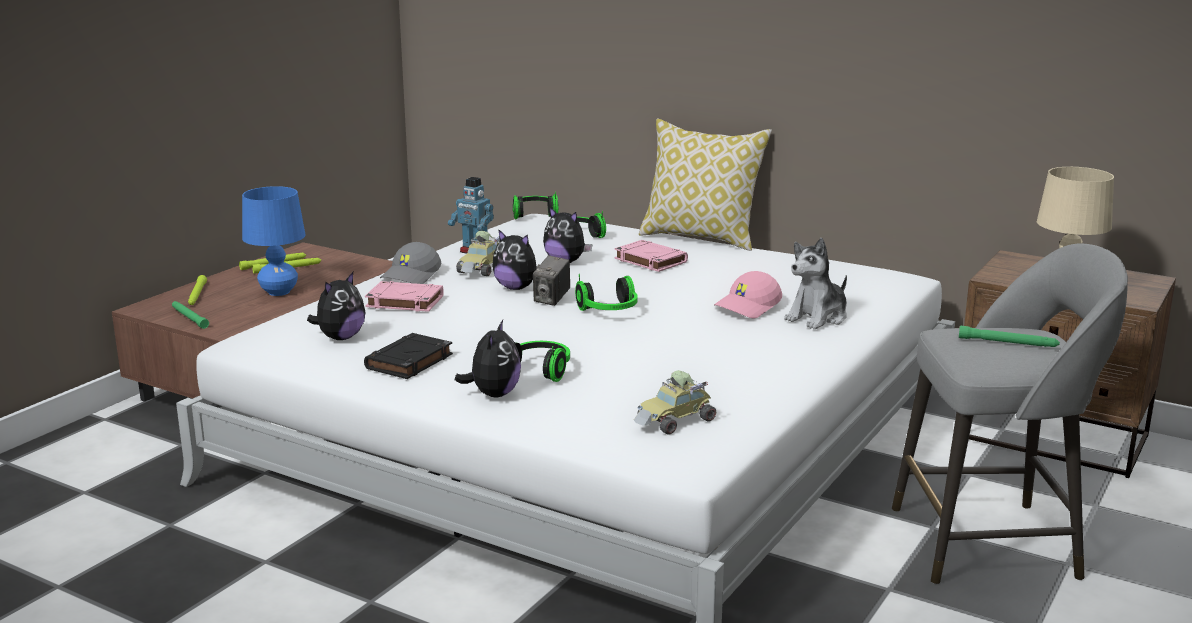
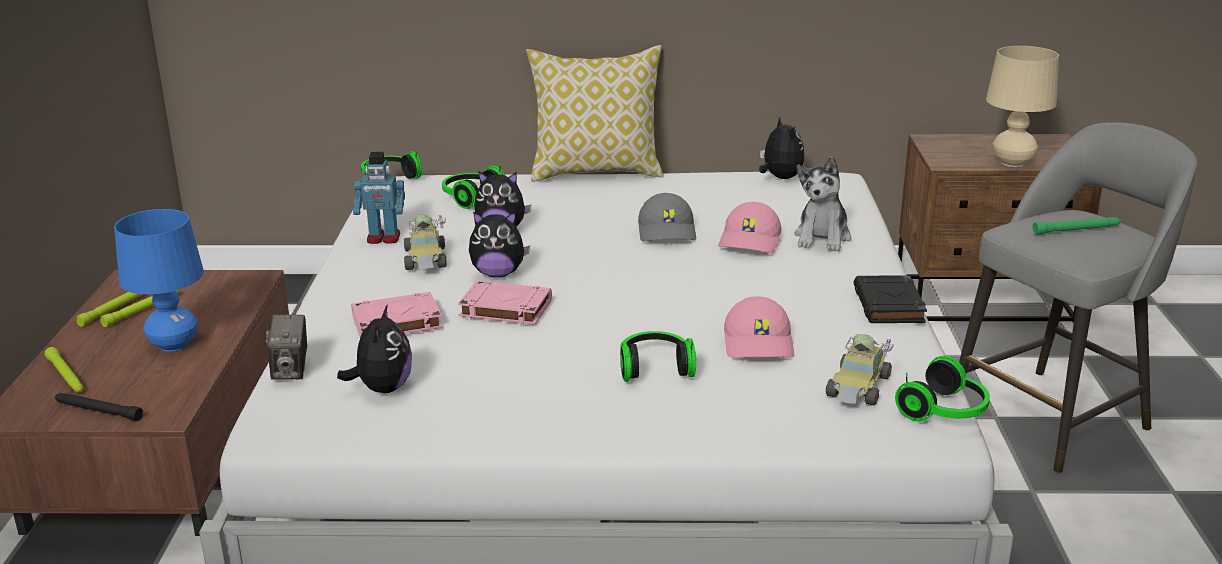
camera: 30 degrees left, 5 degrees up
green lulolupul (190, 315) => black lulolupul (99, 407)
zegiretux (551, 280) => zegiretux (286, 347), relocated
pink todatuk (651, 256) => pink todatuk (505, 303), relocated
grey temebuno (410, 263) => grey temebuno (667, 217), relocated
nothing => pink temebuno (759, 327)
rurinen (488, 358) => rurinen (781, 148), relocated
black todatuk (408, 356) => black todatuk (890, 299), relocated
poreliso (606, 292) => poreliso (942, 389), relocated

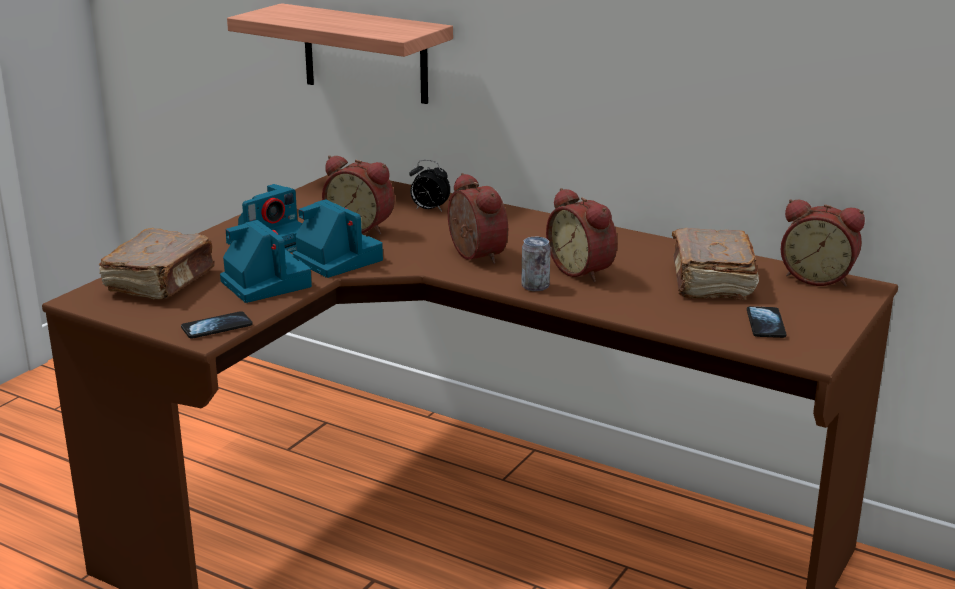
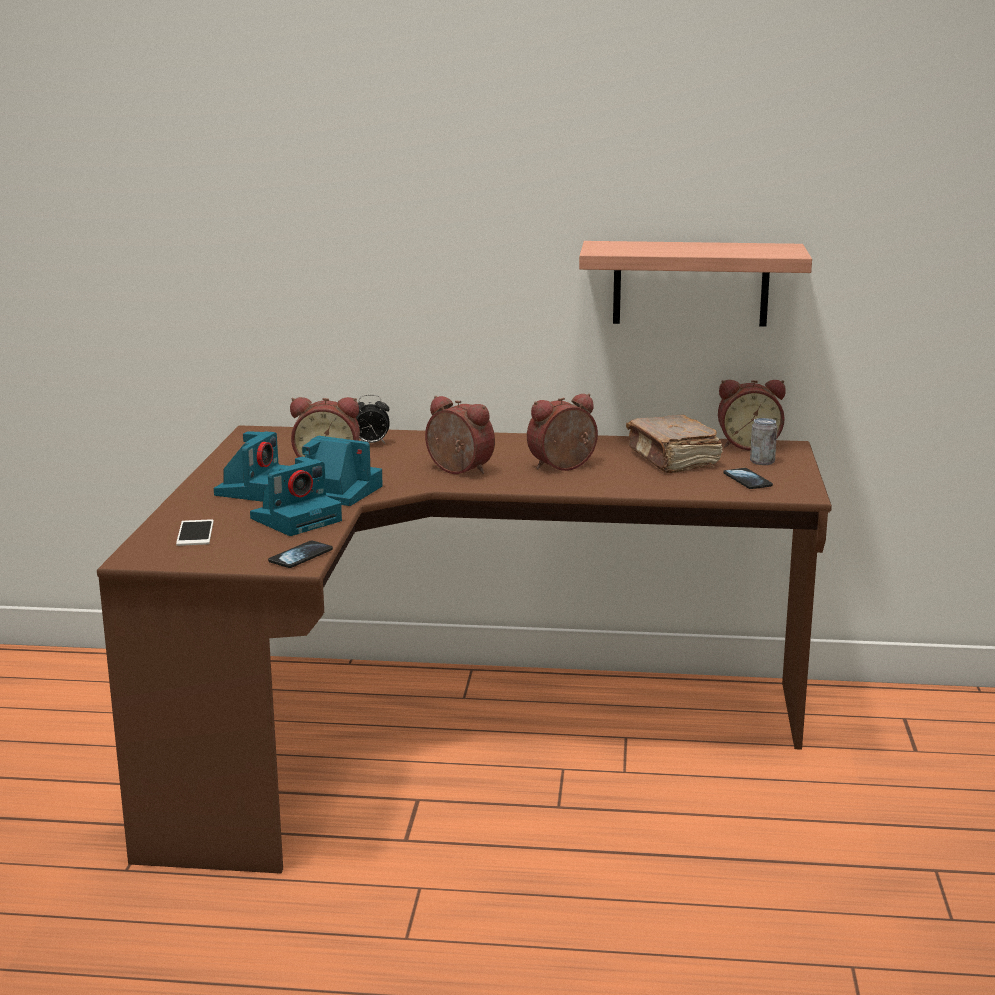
camera: 25 degrees left, 5 degrees down
brown todatuk (157, 264) => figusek (195, 532)
zegiretux (266, 261) => zegiretux (296, 496), 105 degrees clockwise
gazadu (581, 235) => gazadu (562, 432), 120 degrees clockwise
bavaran (340, 53) => bavaran (695, 284), relocated
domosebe (536, 264) => domosebe (763, 441), relocated

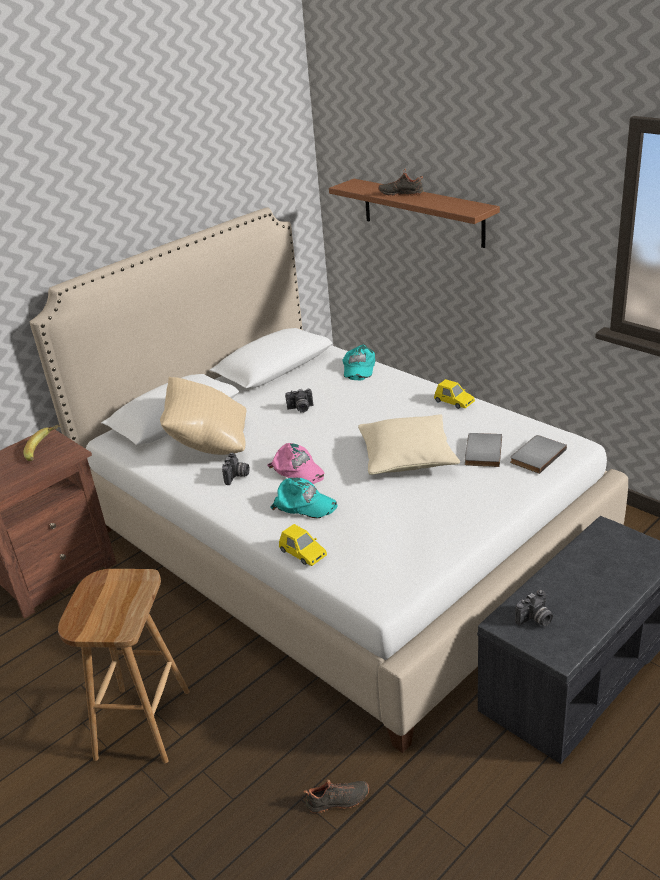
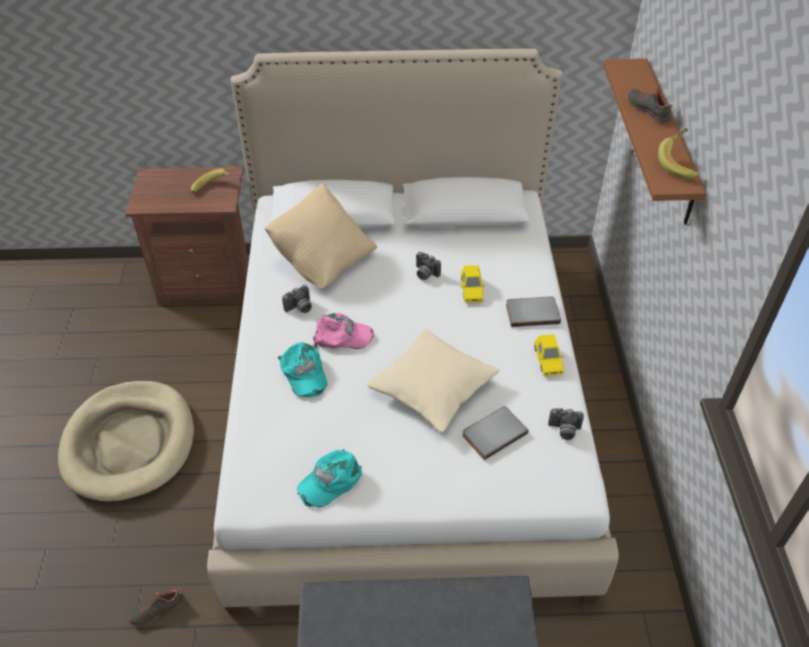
camera: 40 degrees right, 15 degrees up
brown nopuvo (124, 666) => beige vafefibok (126, 442)
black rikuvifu (336, 796) => black rikuvifu (156, 607), 120 degrees clockwise
turquoise temebuno (359, 362) => turquoise temebuno (329, 478), relocated
pink temebuno (295, 463) => pink temebuno (343, 331), 90 degrees counterclockwise
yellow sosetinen (303, 545) => yellow sosetinen (473, 284), relocated
grey todatuk (538, 454) => grey todatuk (533, 312), relocated
zegiretux (534, 608) => zegiretux (566, 424), relocated
nothing => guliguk (678, 153)

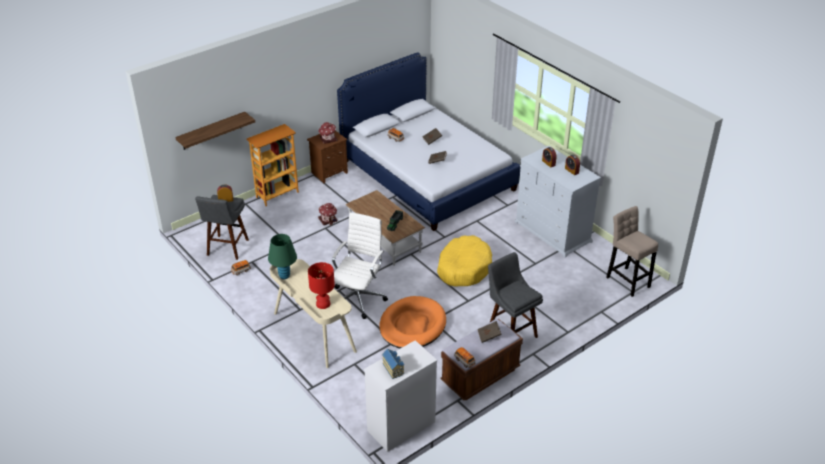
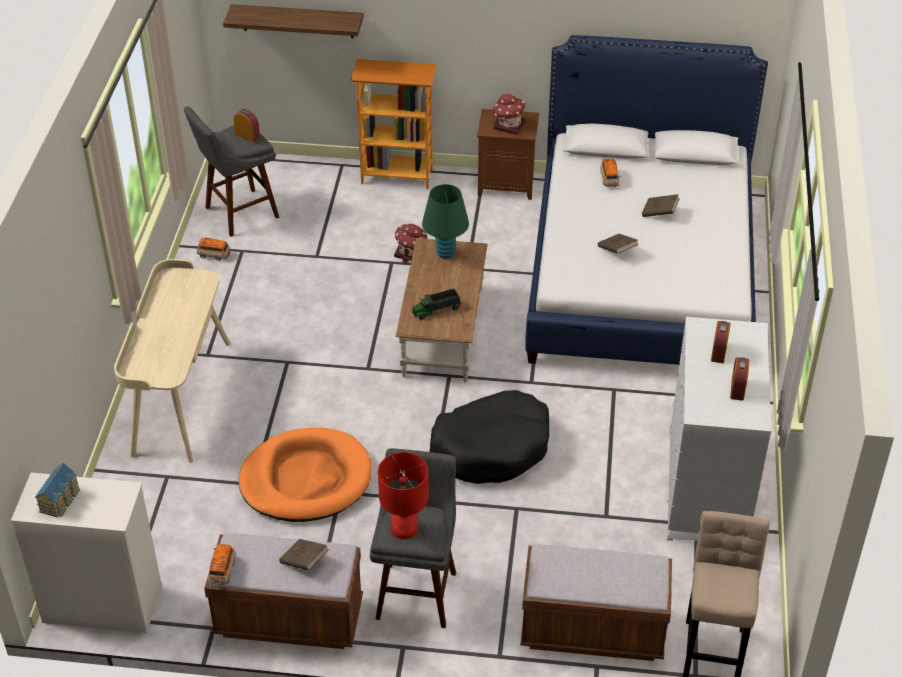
camera: 45 degrees right, 5 degrees up
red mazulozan (321, 285) => red mazulozan (403, 495), relocated
green mazulozan (282, 256) => green mazulozan (445, 221), relocated
yellow vafefibok (464, 261) => black vafefibok (489, 437)
nothing => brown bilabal (596, 602)
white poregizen (360, 265) => nothing

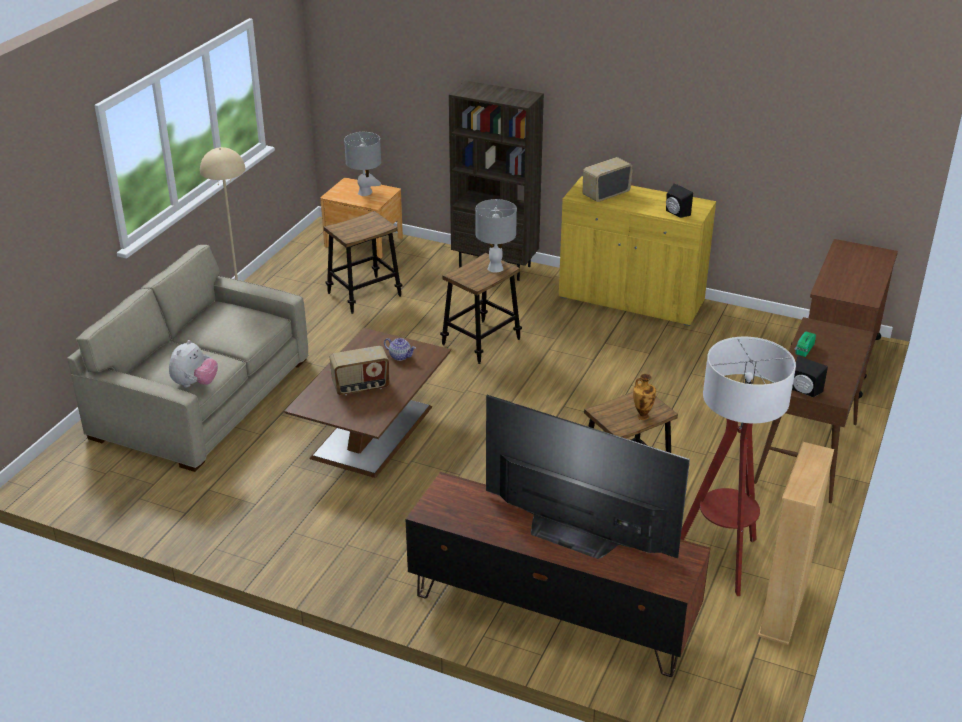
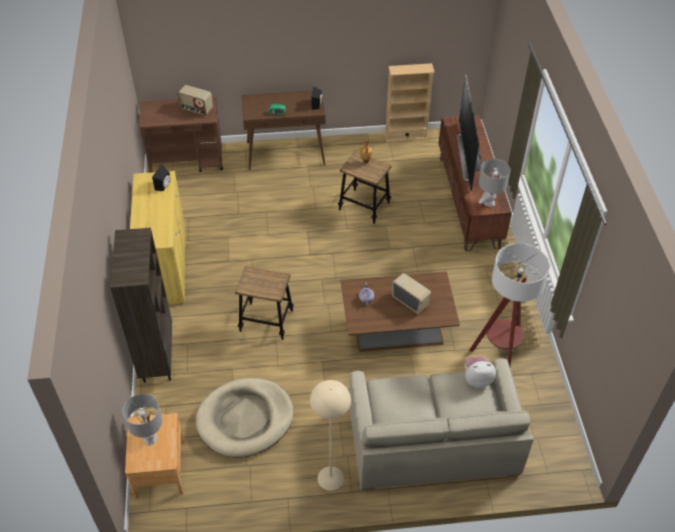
camera: 120 degrees left, 15 degrees up
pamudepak (608, 179) => pamudepak (195, 100), relocated
nopuvo (363, 262) => beige vafefibok (245, 418)
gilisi (738, 466) => gilisi (509, 304), relocated
grey mazulozan (496, 236) => grey mazulozan (494, 183), relocated

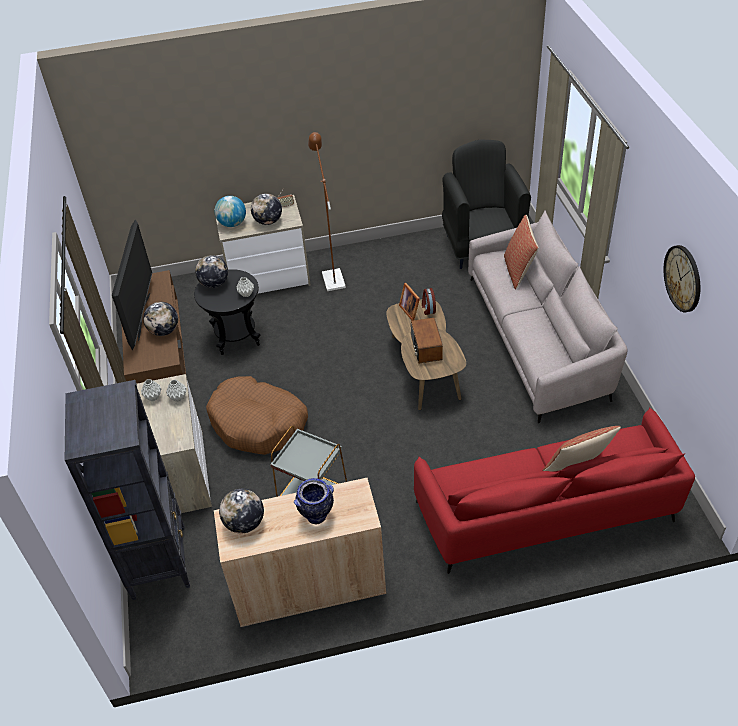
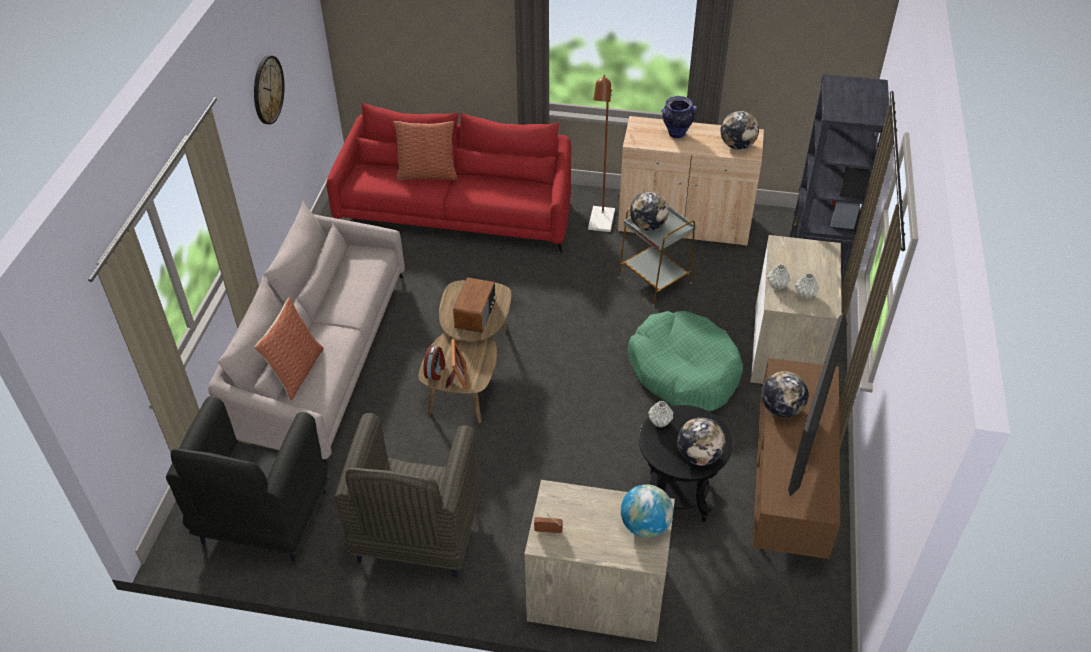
camera: 160 degrees left, 0 degrees up
nothing => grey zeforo (408, 495)
brown gilisi (327, 211) => brown gilisi (601, 153), relocated
brown vafefibok (257, 415) => green vafefibok (685, 361)
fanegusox (266, 209) => fanegusox (649, 211), relocated

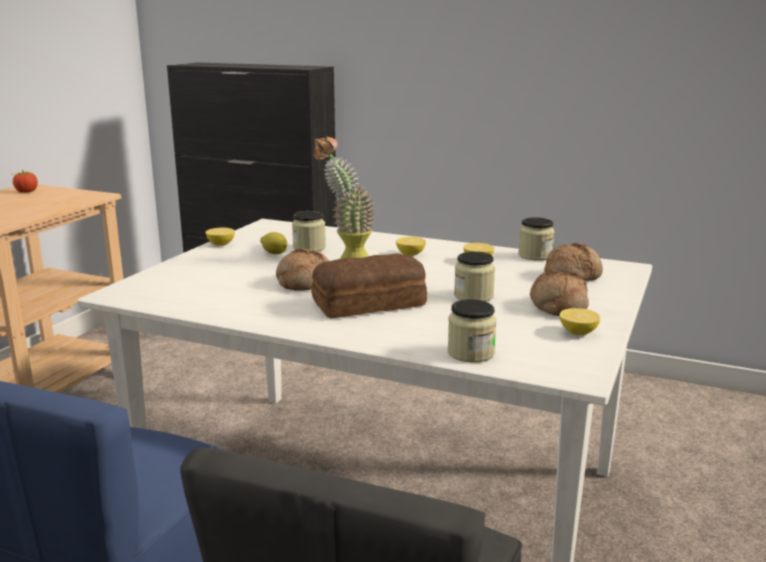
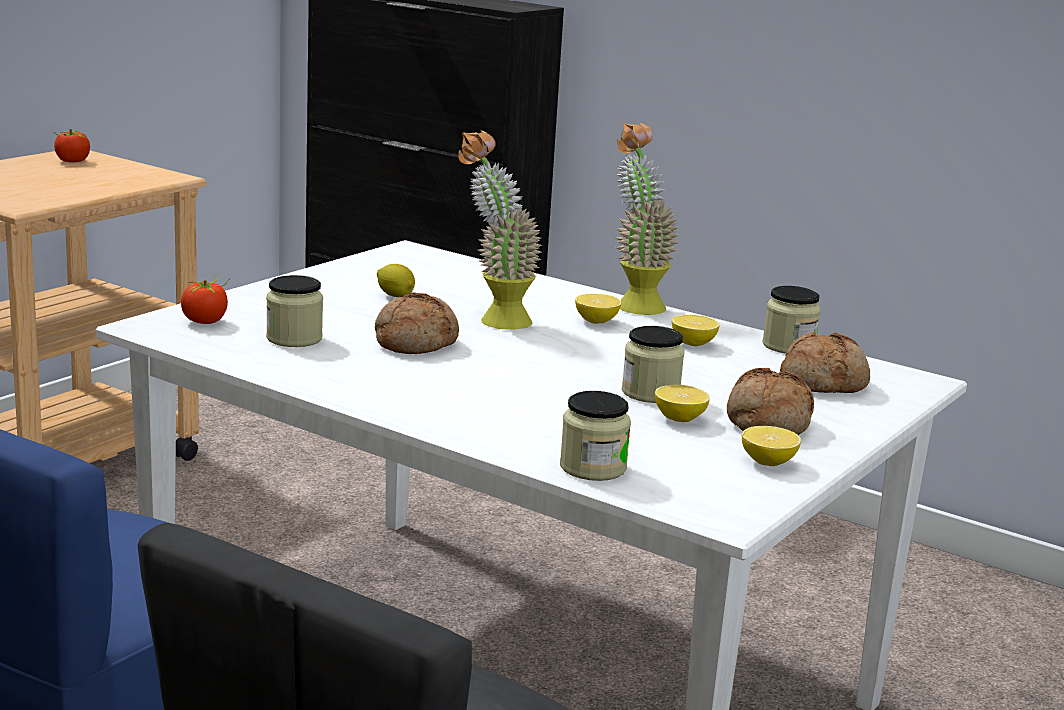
camera: 10 degrees right, 0 degrees up
nothing => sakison (205, 299)
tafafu (309, 231) => tafafu (294, 311), relocated
nothing => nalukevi (647, 219)
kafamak (220, 237) => kafamak (682, 403), relocated
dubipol (369, 285) => nothing

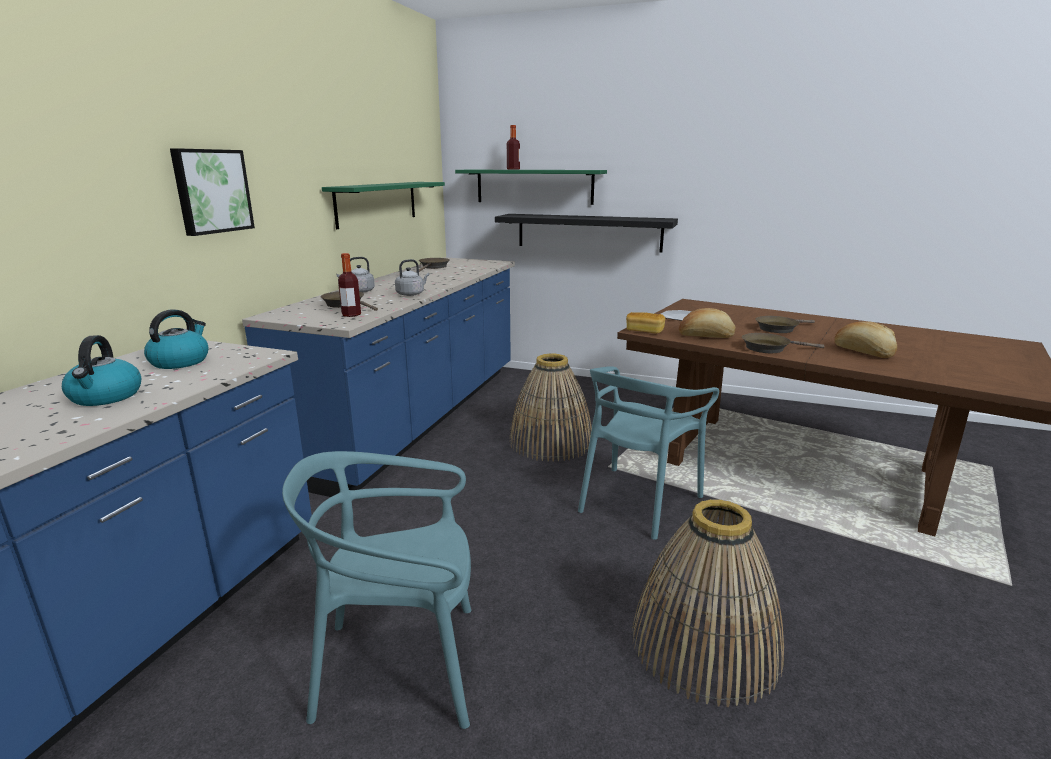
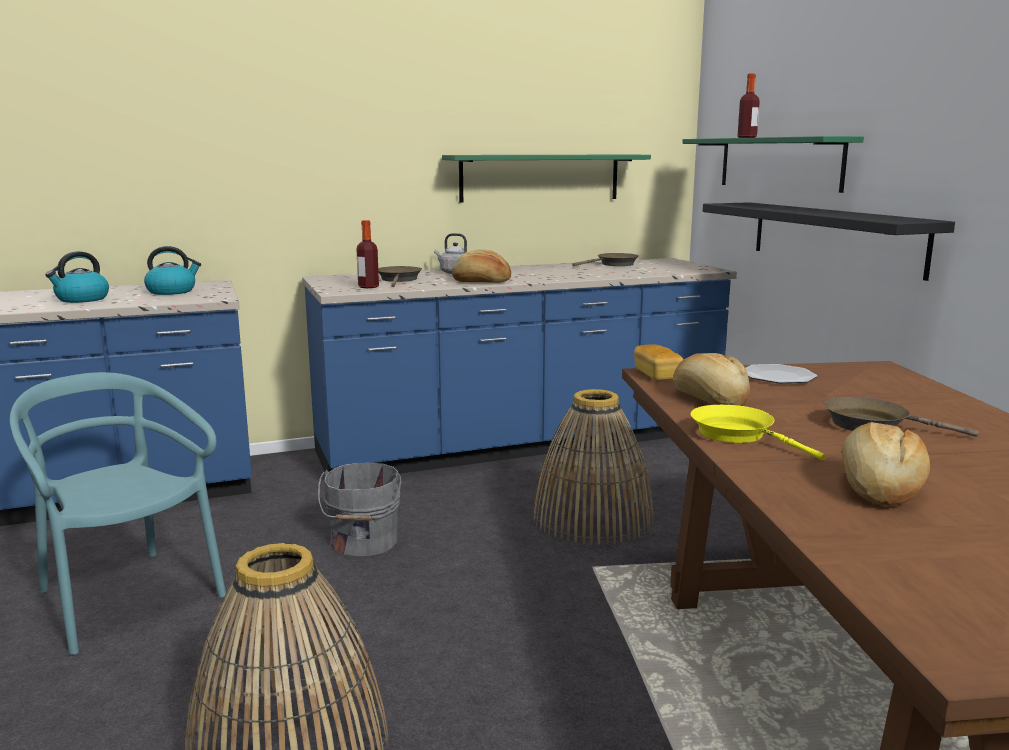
camera: 50 degrees right, 5 degrees down
nothing => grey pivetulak (359, 509)
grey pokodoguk (412, 277) => dubipol (481, 266)
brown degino (783, 343) => yellow degino (758, 432)
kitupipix (212, 192) => nothing
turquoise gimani (648, 453) => nothing

